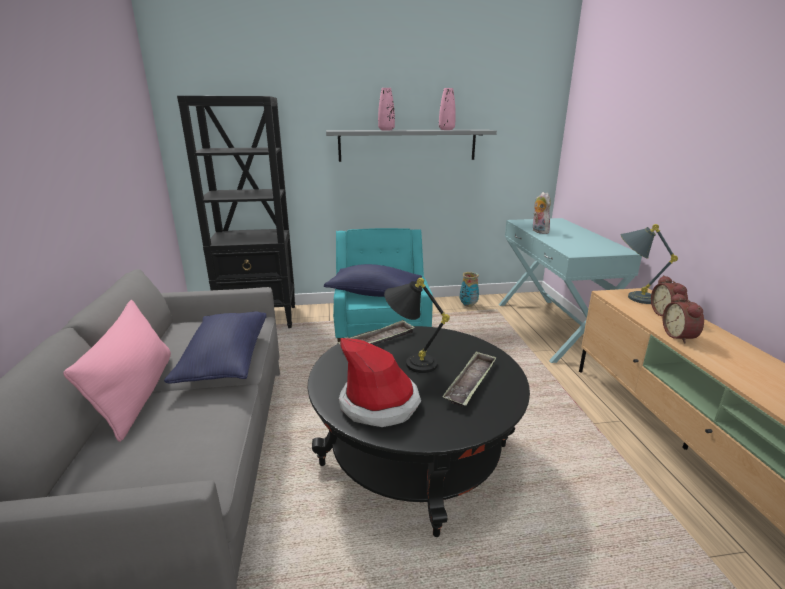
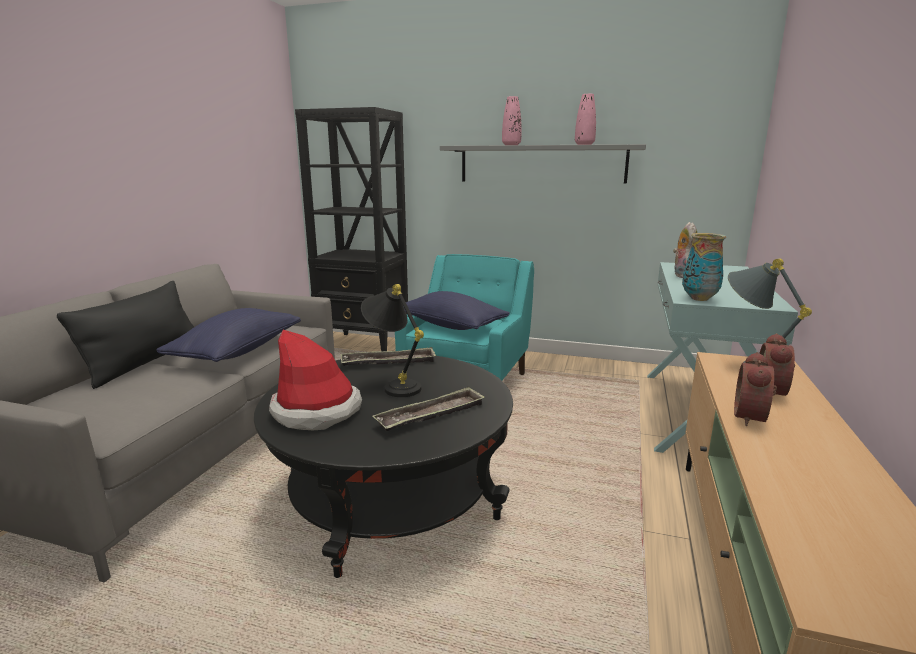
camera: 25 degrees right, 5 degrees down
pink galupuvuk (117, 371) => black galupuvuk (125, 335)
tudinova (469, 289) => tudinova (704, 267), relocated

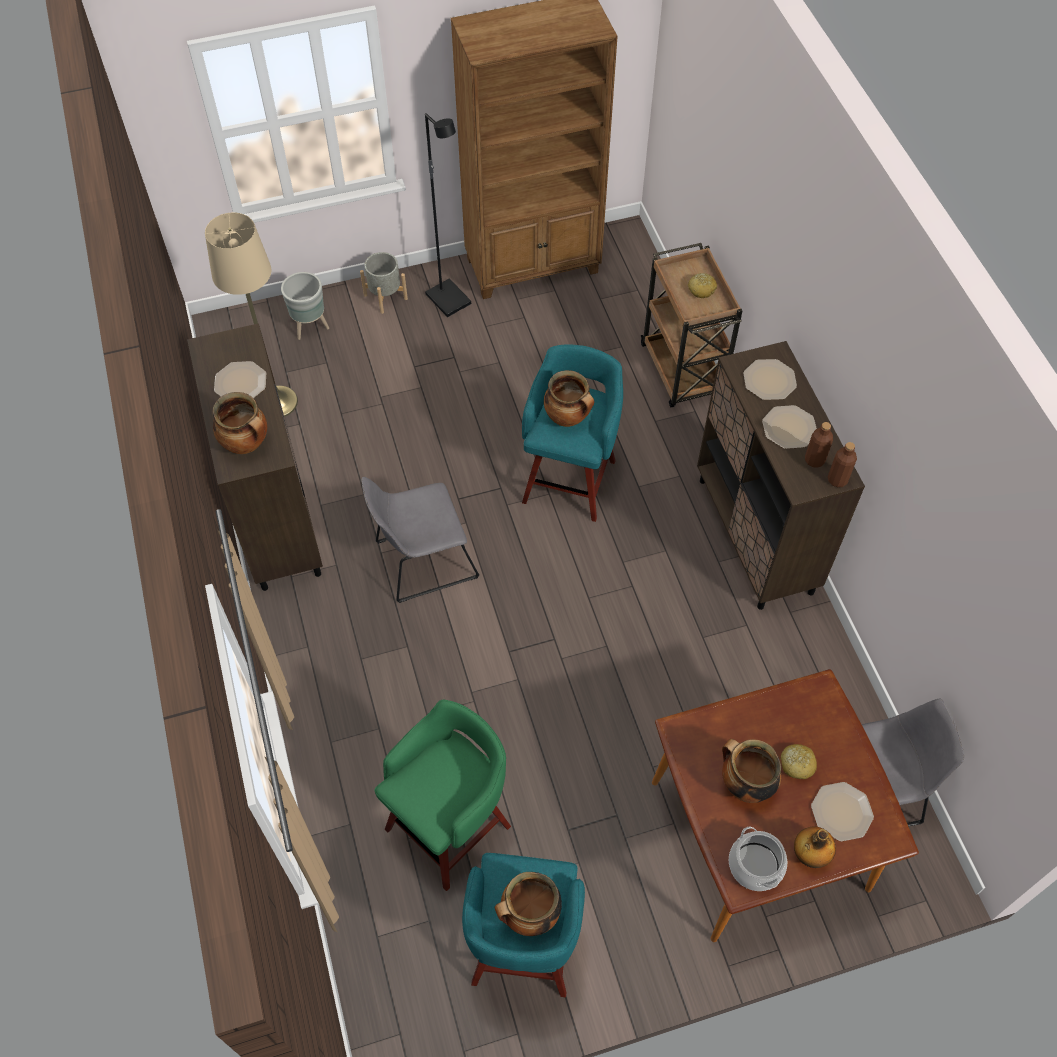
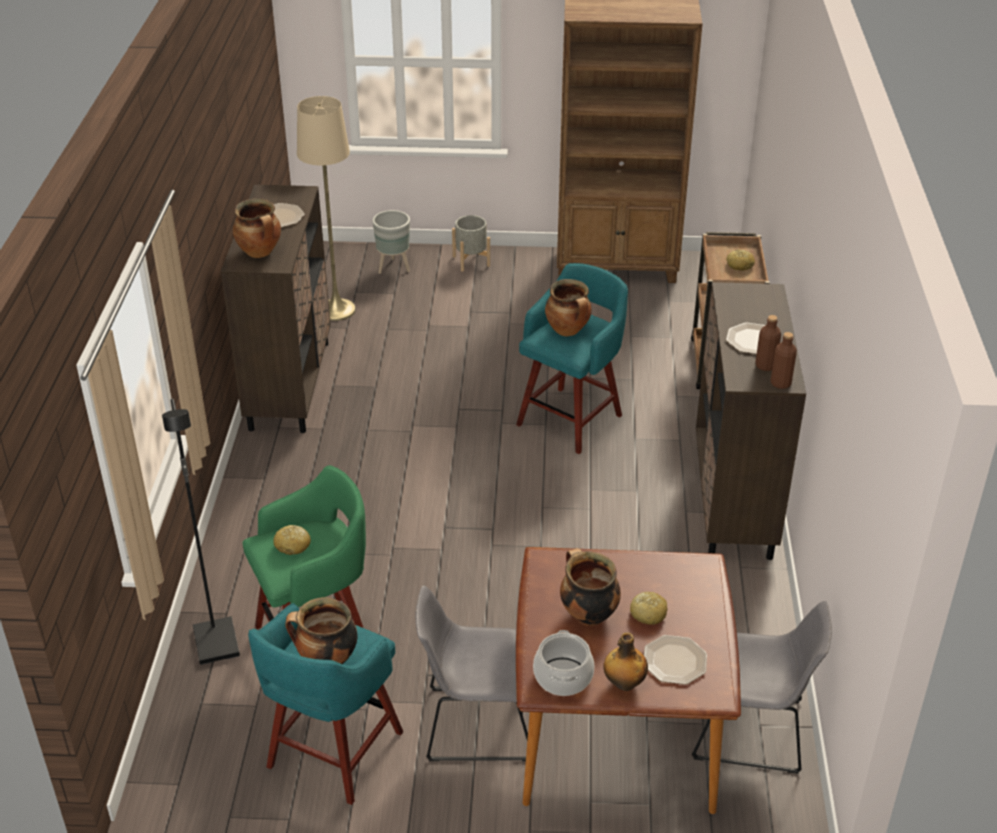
camera: 20 degrees right, 20 degrees down
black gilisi (448, 215) => black gilisi (201, 532), relocated
nothing => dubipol (292, 540)
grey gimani (420, 540) => grey gimani (471, 673), relocated
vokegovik (770, 379) => nothing

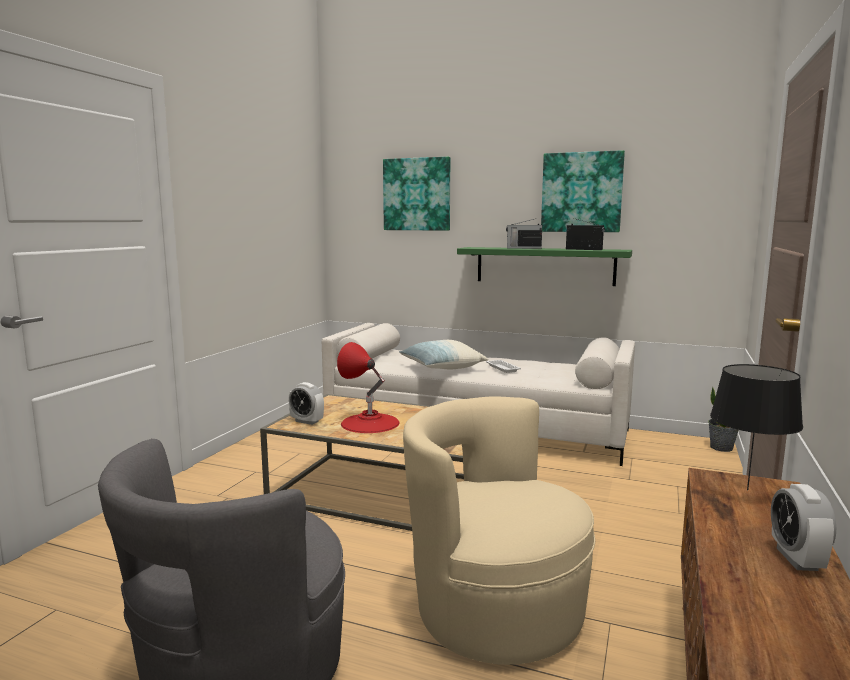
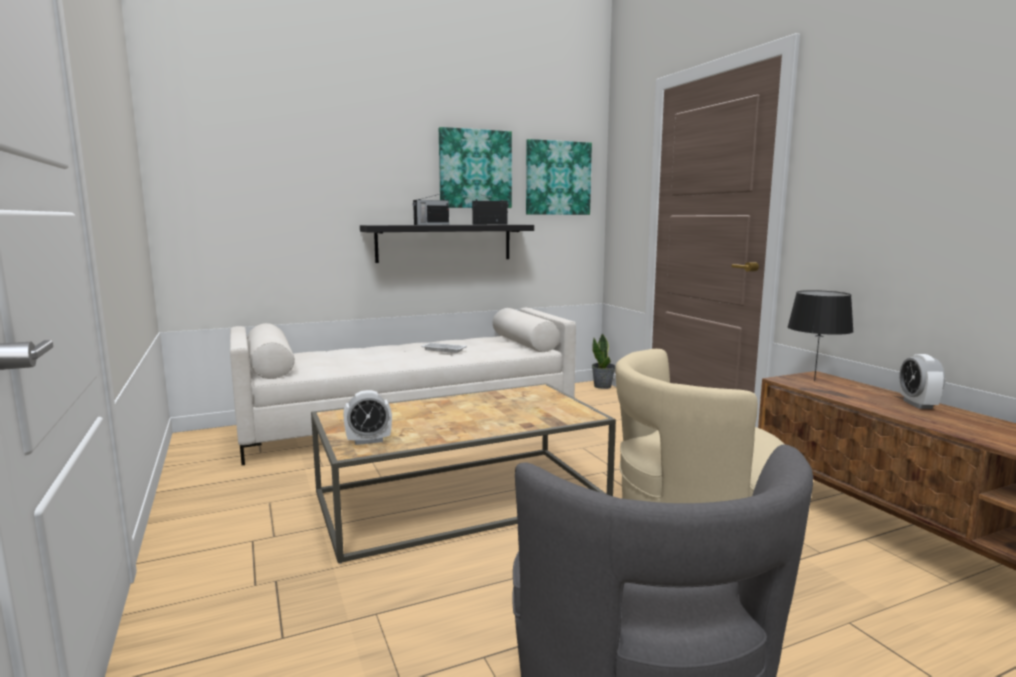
camera: 45 degrees left, 0 degrees up
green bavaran (544, 266) => black bavaran (447, 244)
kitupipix (416, 194) => kitupipix (559, 177), relocated
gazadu (803, 527) => gazadu (922, 381), 45 degrees clockwise
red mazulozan (368, 387) => nothing
galupuvuk (443, 354) => nothing

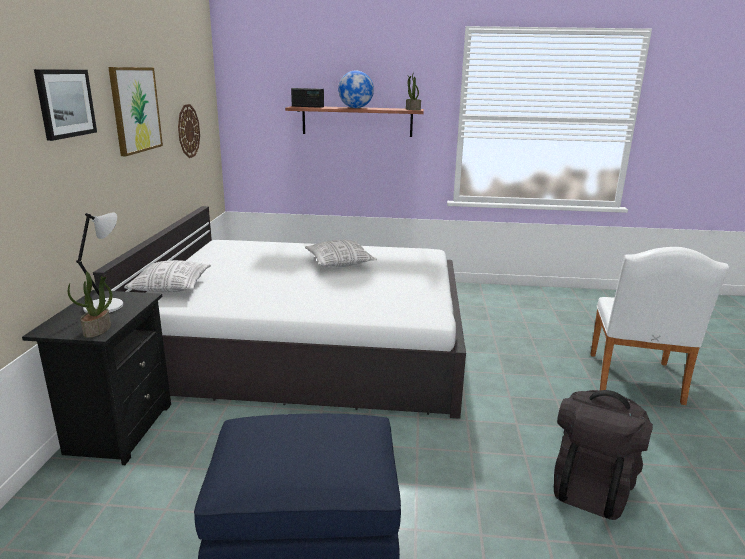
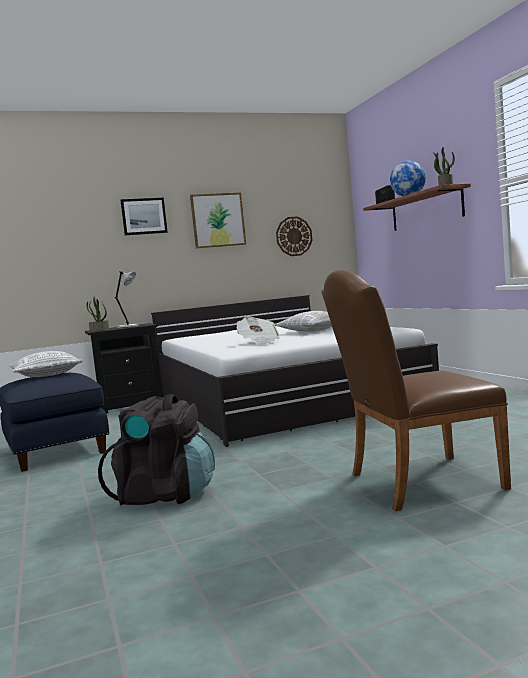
camera: 65 degrees right, 15 degrees down
galupuvuk (167, 276) => galupuvuk (46, 364), relocated
nothing => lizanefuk (258, 330)
white gimani (660, 326) => brown gimani (416, 390)

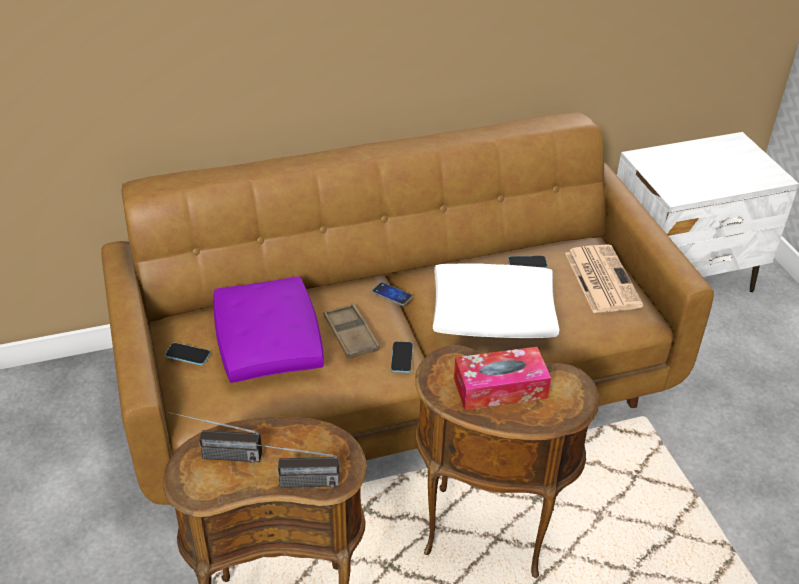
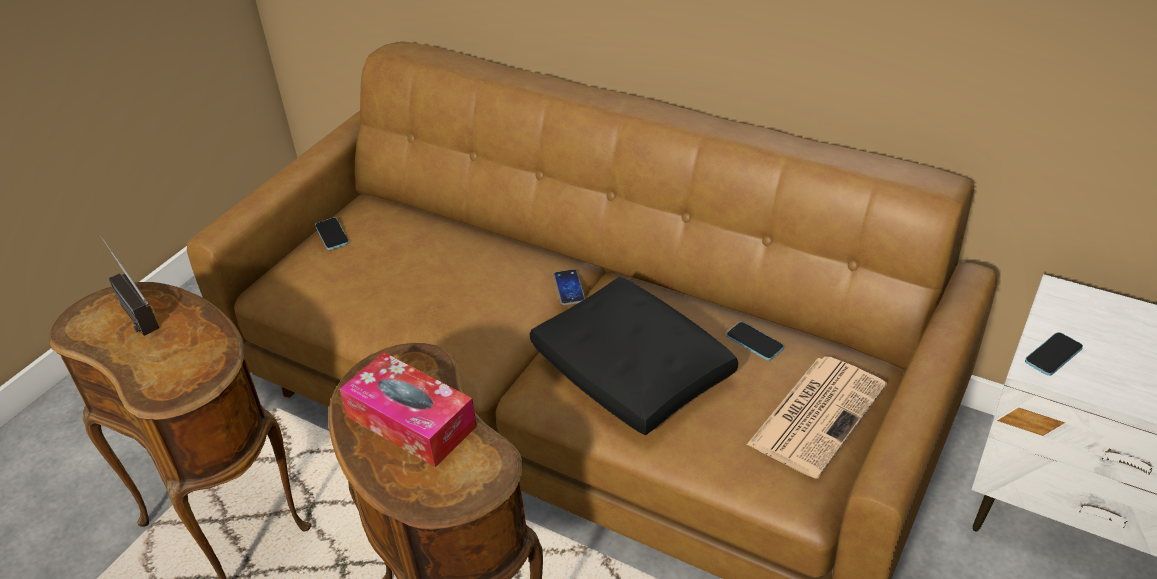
camera: 50 degrees right, 0 degrees up
white galupuvuk (496, 300) => black galupuvuk (634, 356)
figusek (402, 357) => figusek (1054, 354), relocated
purple galupuvuk (268, 329) => nothing
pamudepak (291, 465) => nothing
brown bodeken (352, 331) => nothing

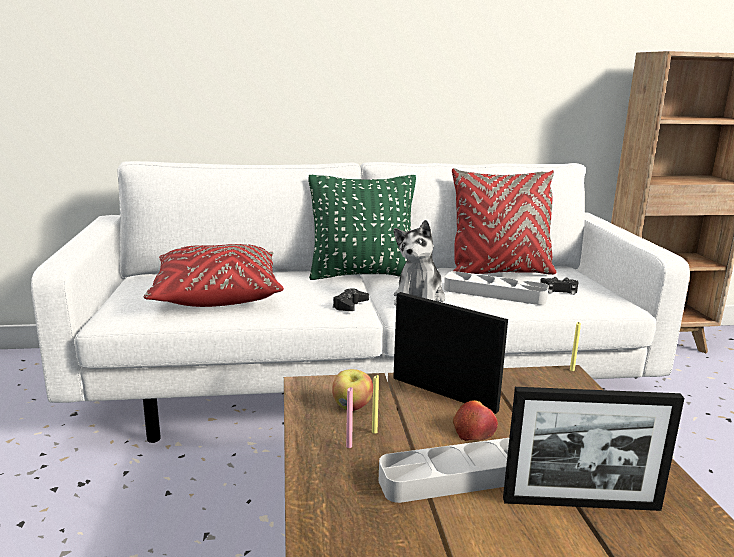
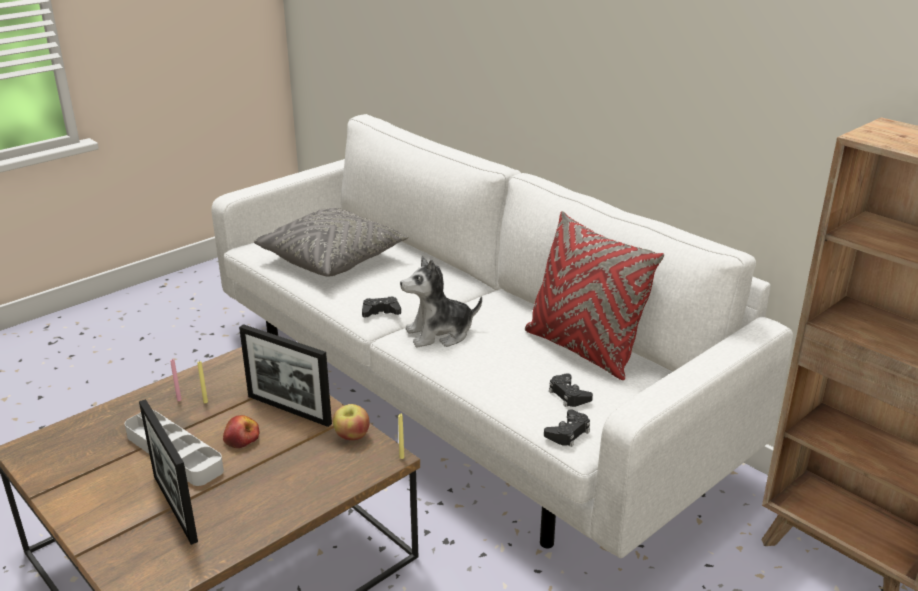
camera: 55 degrees right, 10 degrees up
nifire (450, 353) => nifire (285, 375), 120 degrees clockwise
red galupuvuk (214, 275) => grey galupuvuk (331, 242)
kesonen (352, 390) => kesonen (351, 422), relocated
nothing => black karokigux (567, 428)
green galupuvuk (362, 227) => nothing
grey bodeken (496, 288) => nothing

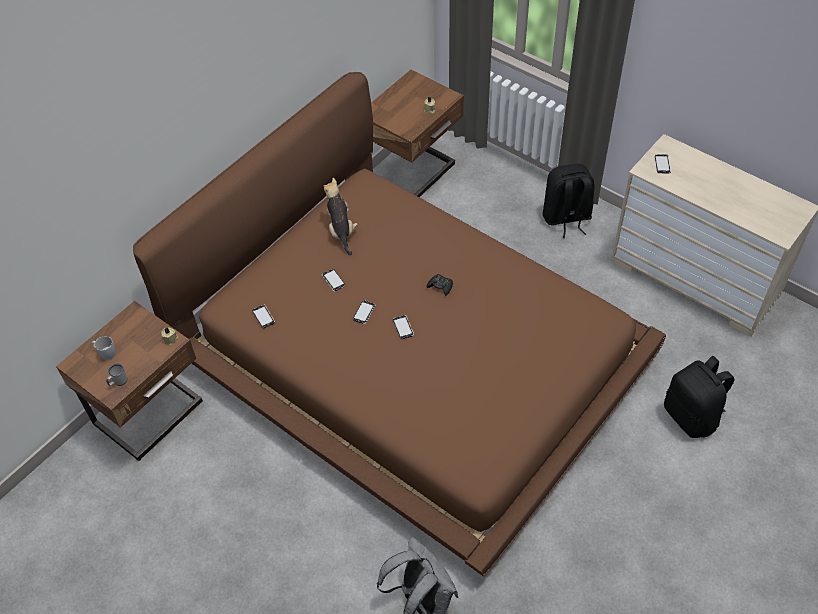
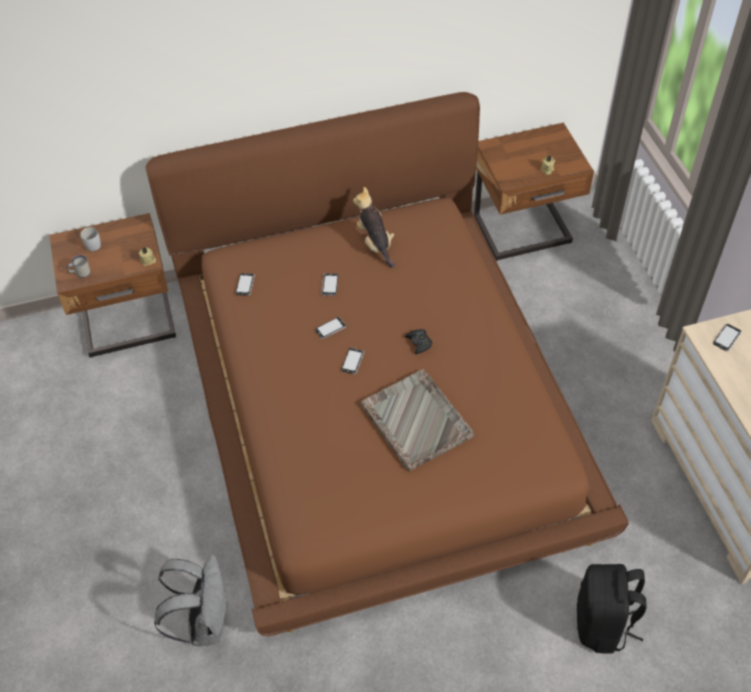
camera: 35 degrees right, 0 degrees up
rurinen (340, 216) => rurinen (374, 227), 45 degrees counterclockwise
nothing => grey bodeken (417, 420)
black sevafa (569, 201) => nothing

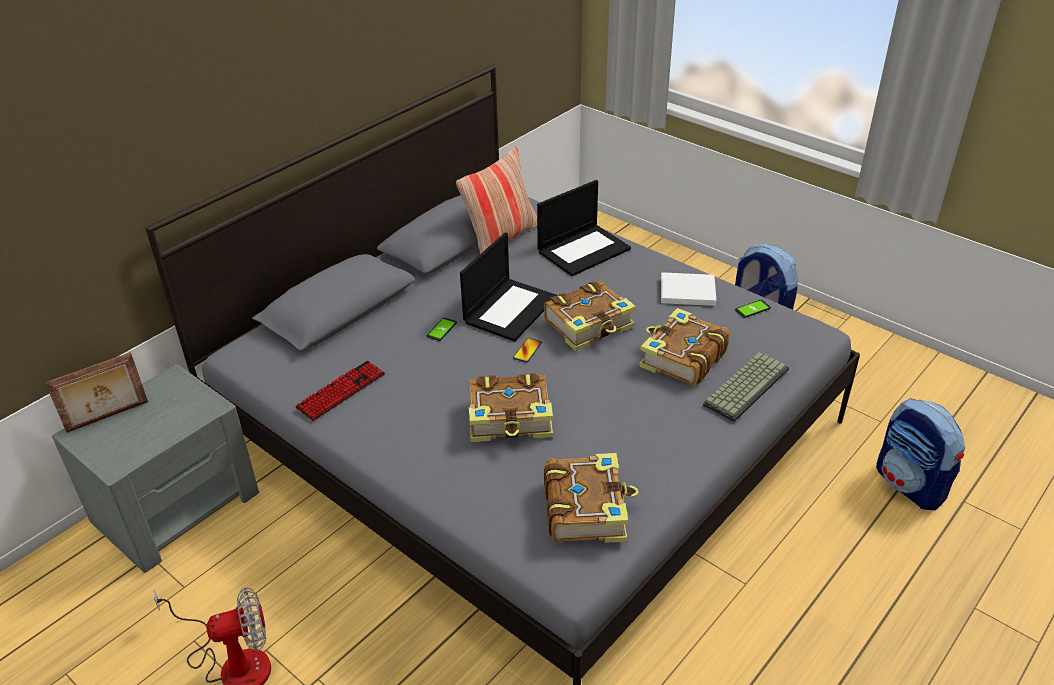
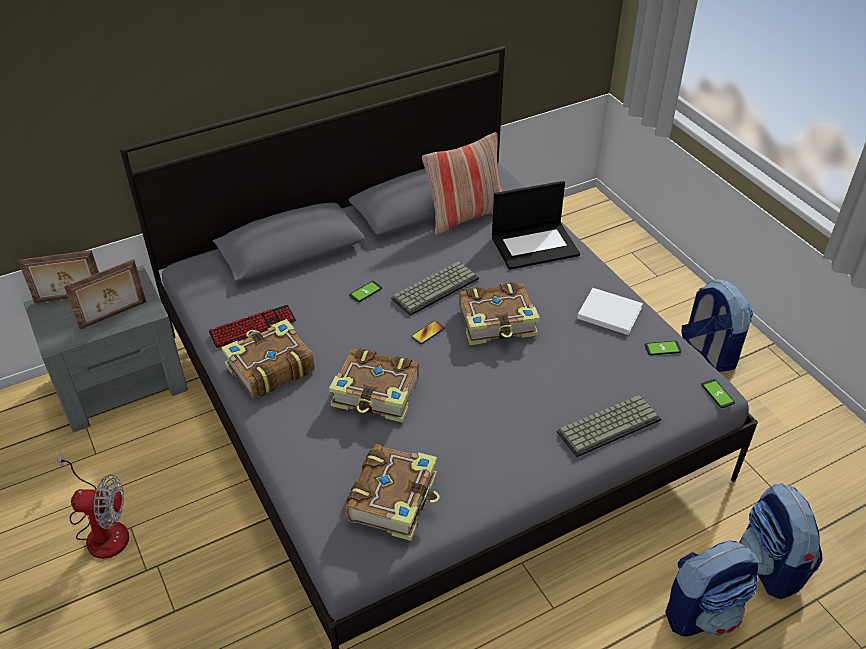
camera: 20 degrees right, 5 degrees up
nothing => nifire (105, 294)
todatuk (684, 347) => todatuk (268, 358), relocated
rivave (508, 286) => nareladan (435, 288)
nothing => sevafa (712, 589)
nothing => figusek (718, 393)

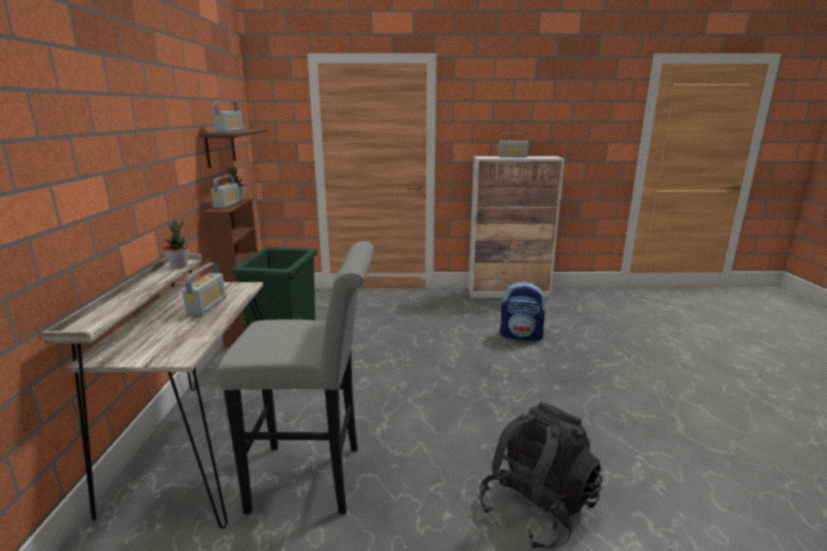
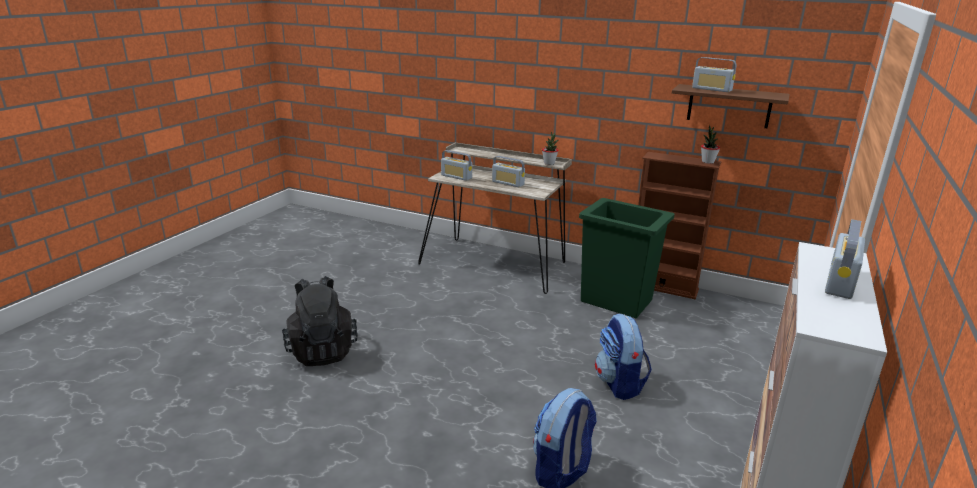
camera: 115 degrees right, 5 degrees up
pamudepak (225, 191) => pamudepak (456, 165), relocated
nothing => sevafa (623, 357)
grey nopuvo (295, 377) => nothing

